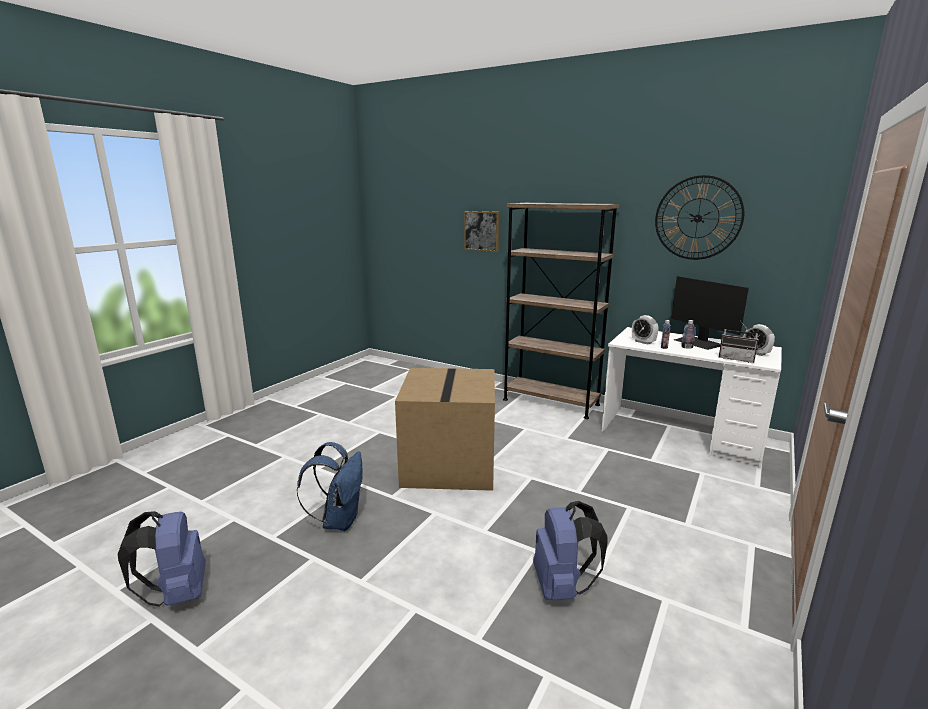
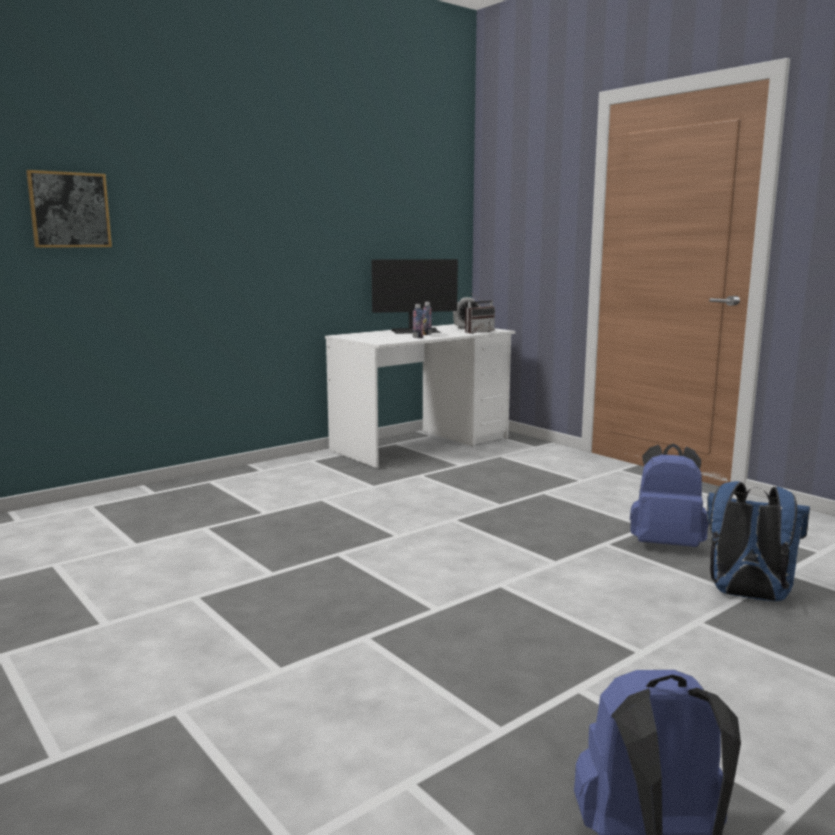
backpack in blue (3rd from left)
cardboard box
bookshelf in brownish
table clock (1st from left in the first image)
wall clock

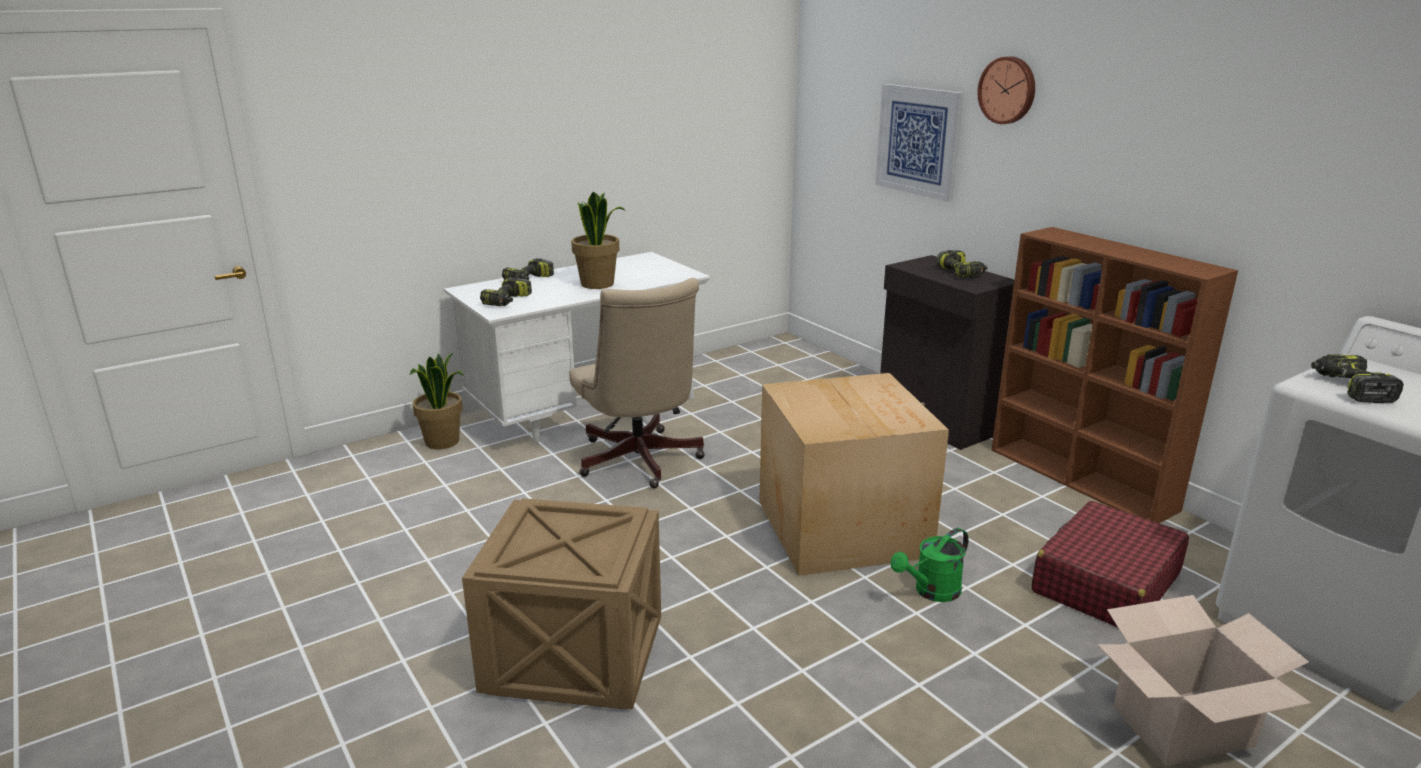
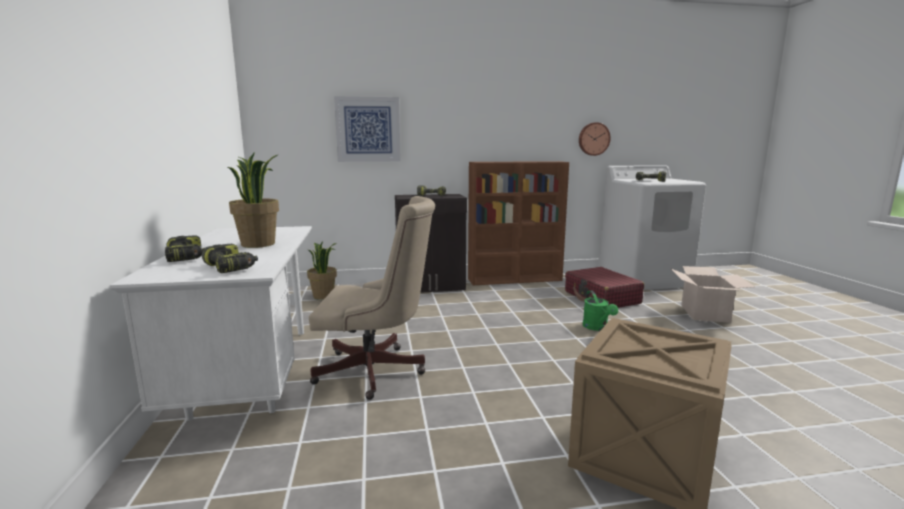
potted plant (2nd from left)
wall clock
cardboard box (1st from left in the first image)

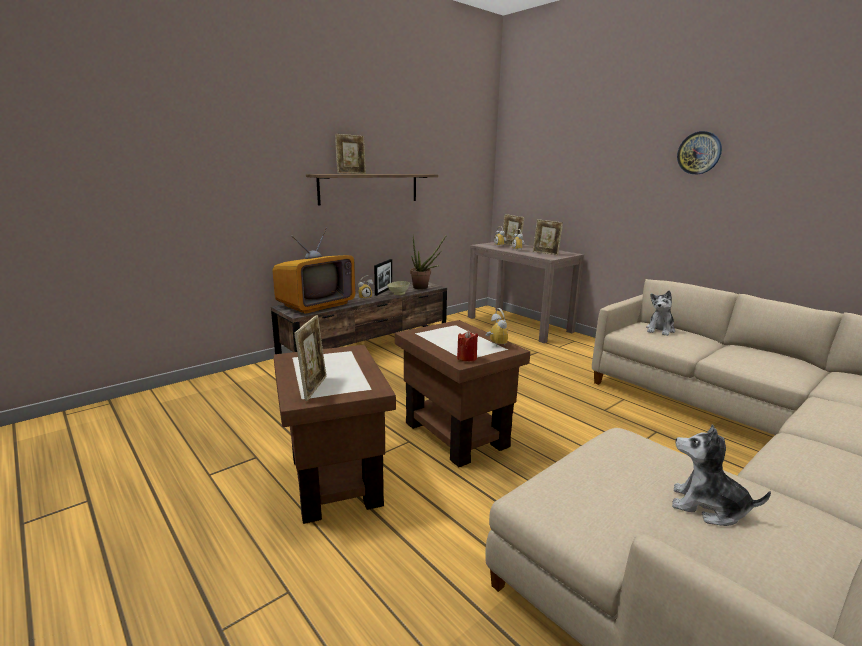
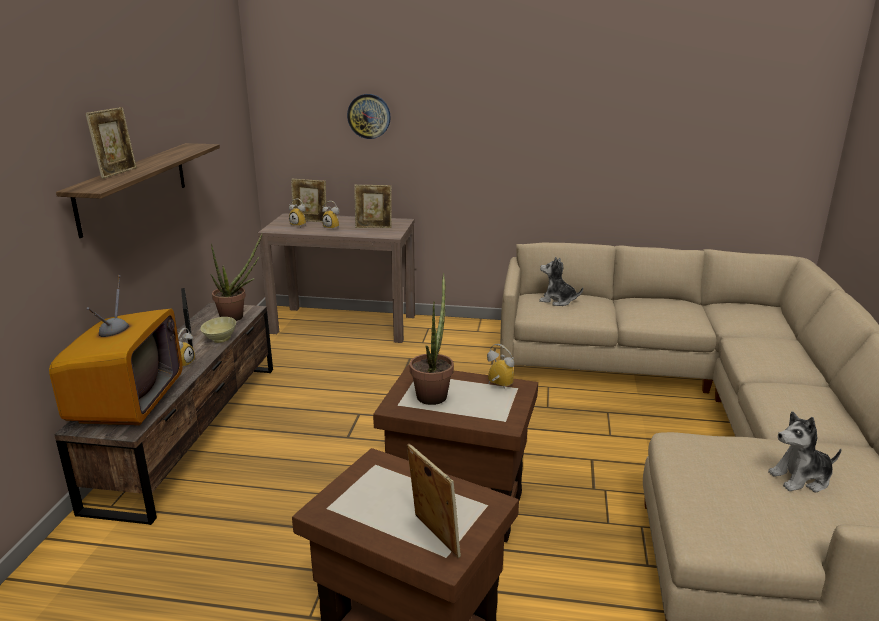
wall clock
potted plant (2nd from left)
cuddly toy (1st from left)
wax candle in red-coloured

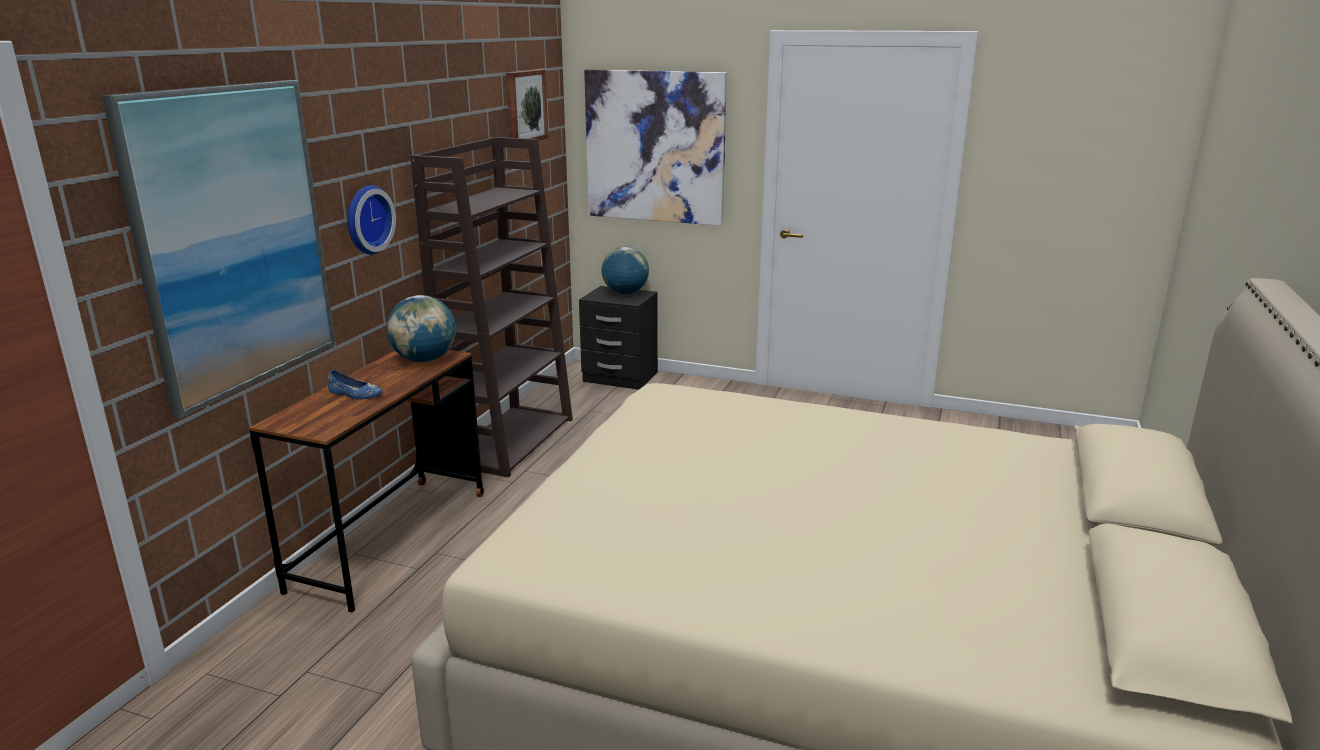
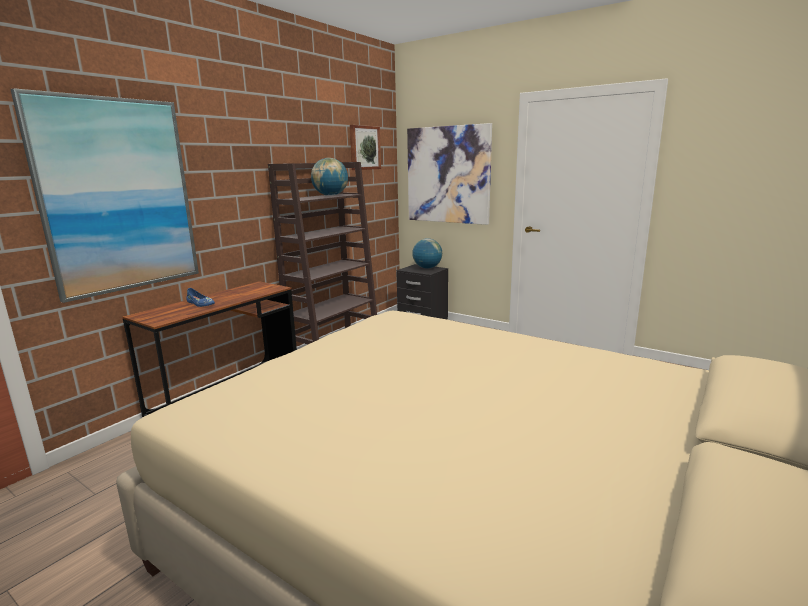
globe (1st from left)
wall clock

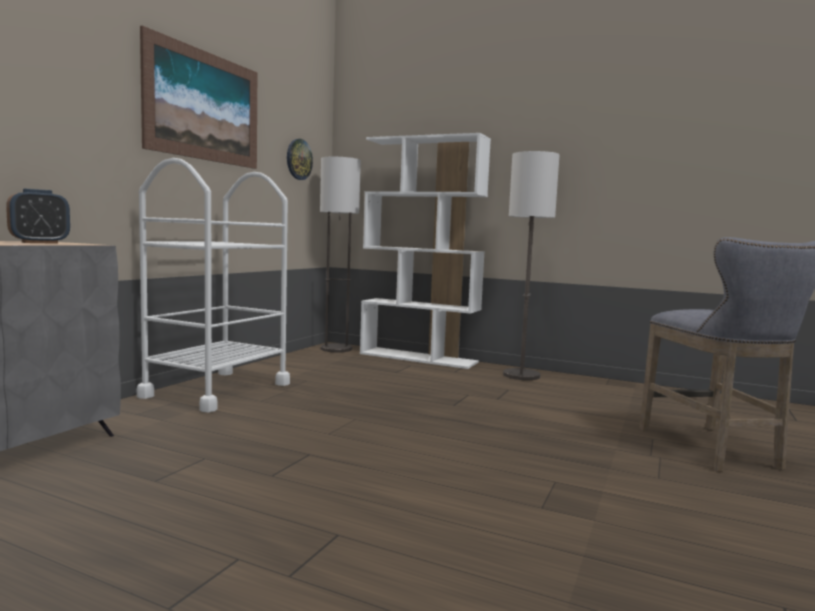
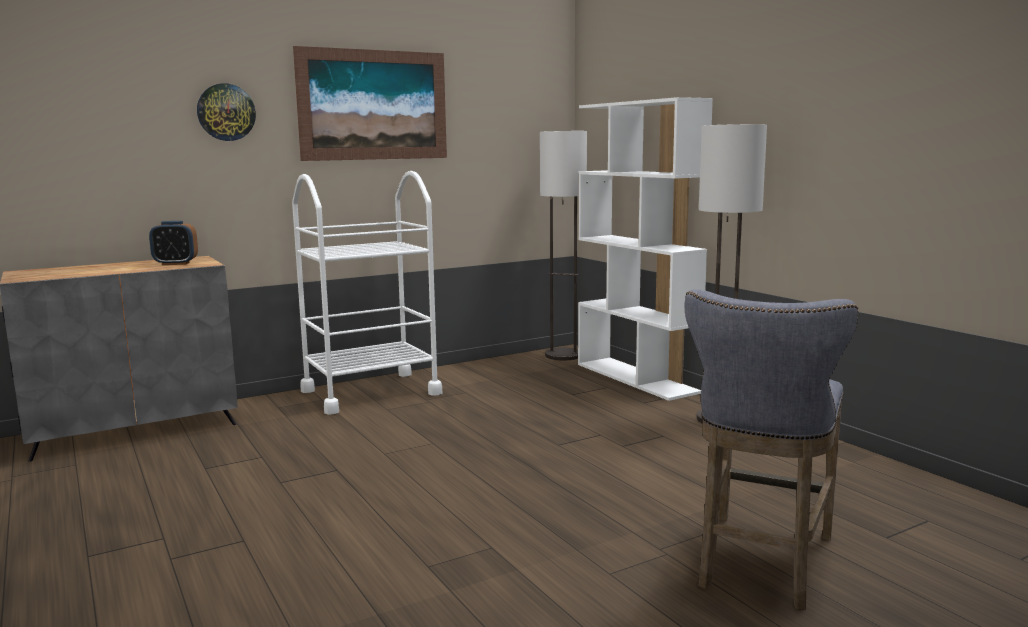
wall clock

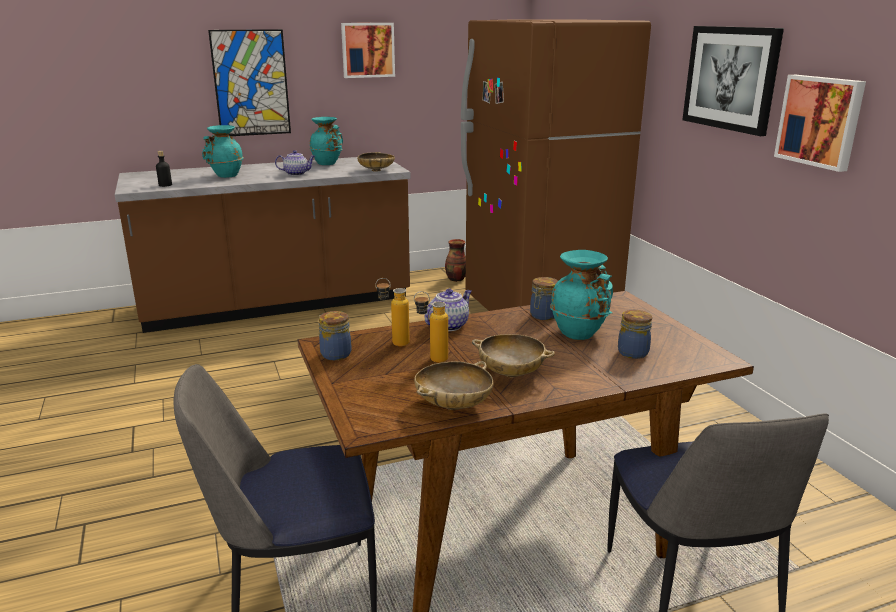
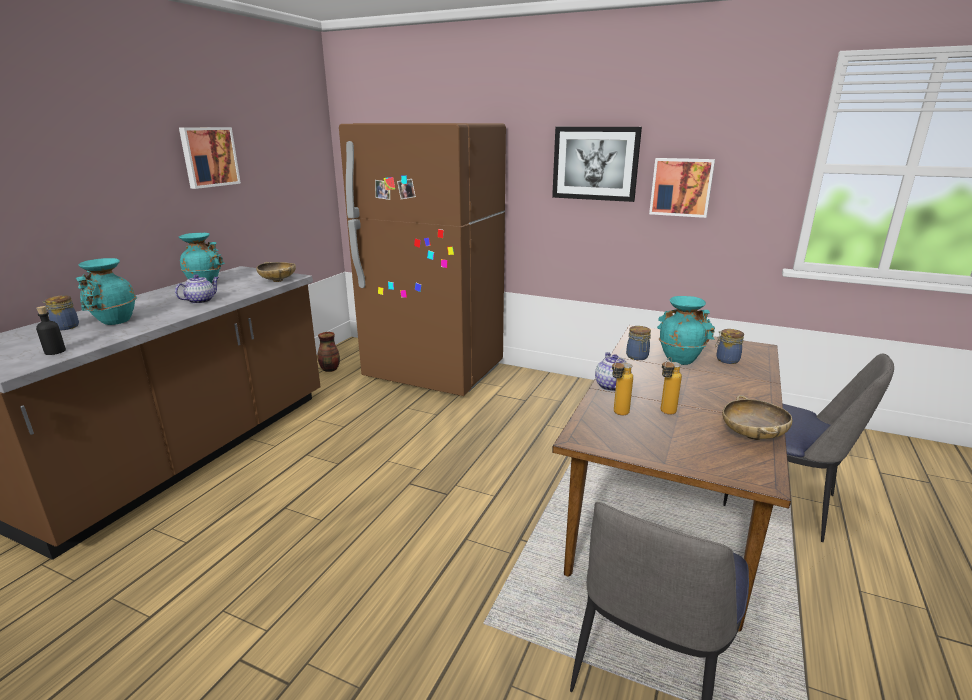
preserve jar (1st from left)
wall picture (1st from left in the first image)
serving bowl in sand-coloured (3rd from left in the first image)

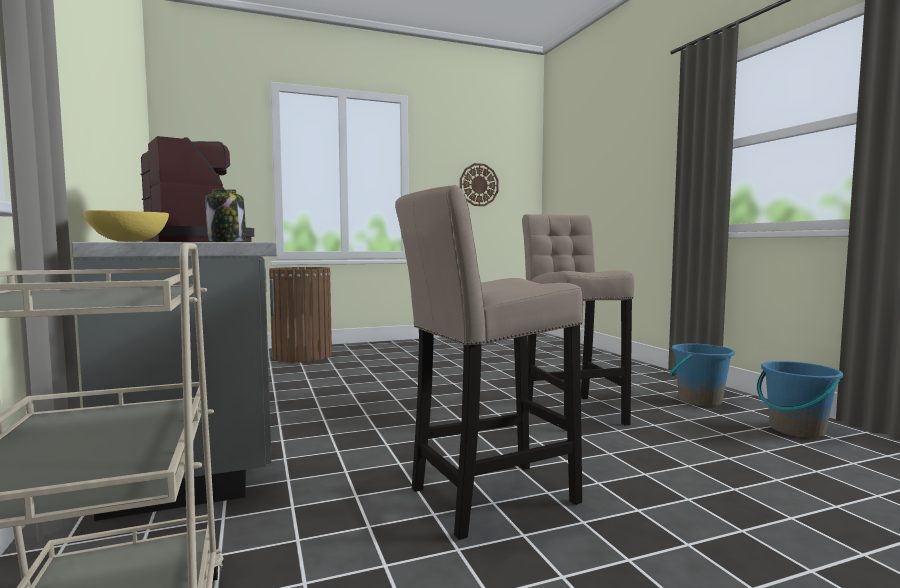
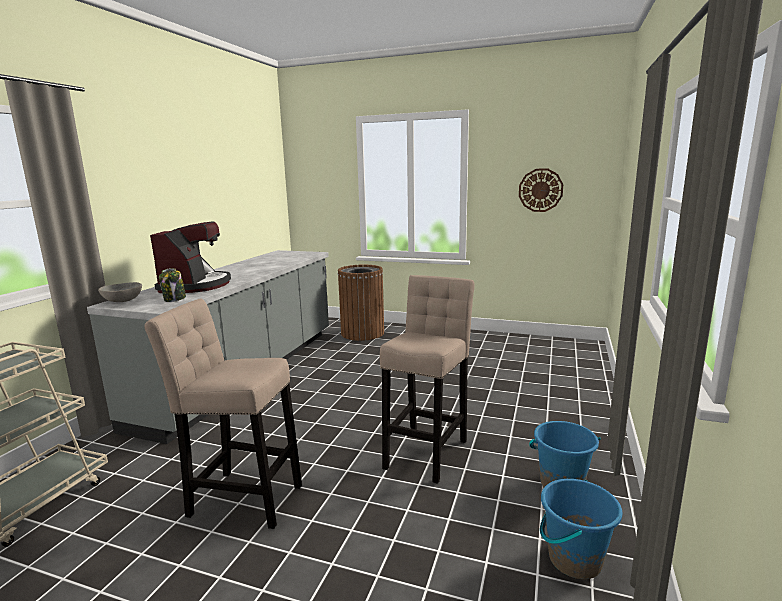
serving bowl in greyish

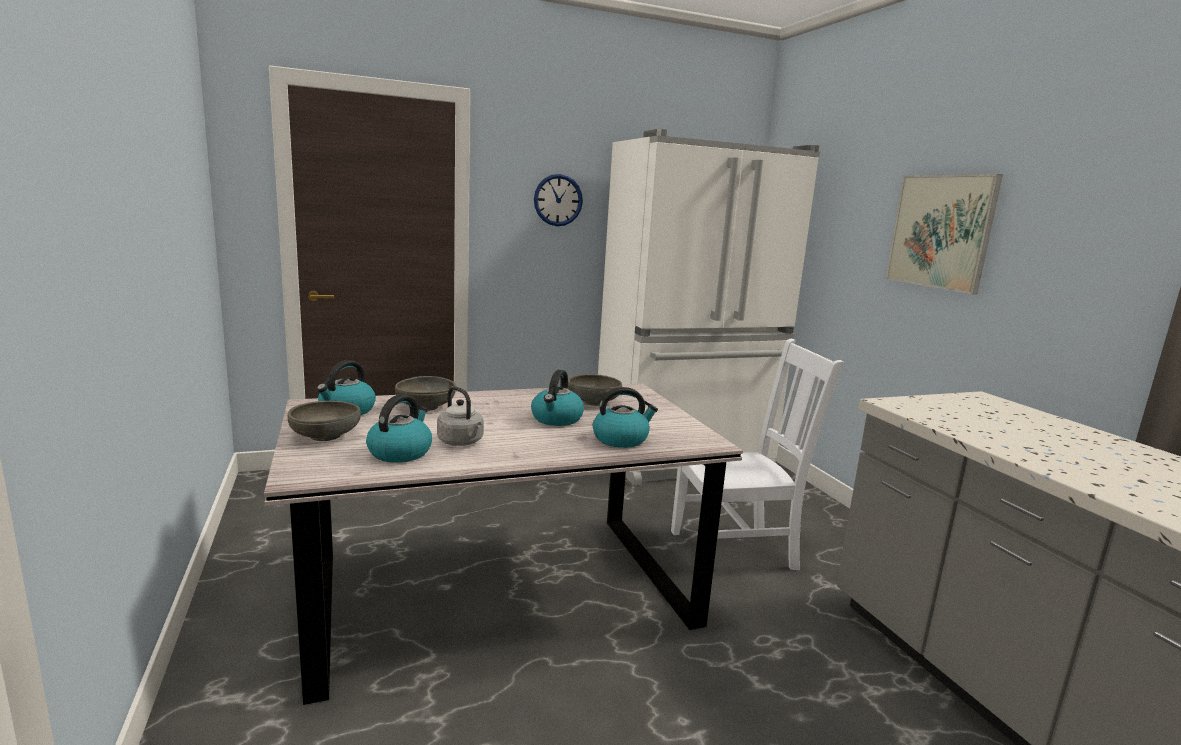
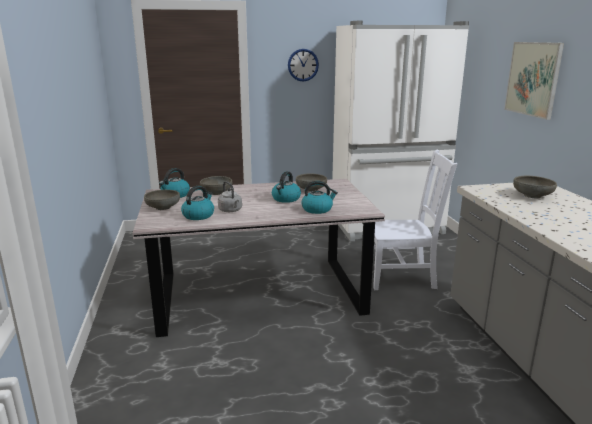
serving bowl in greyish (4th from left)

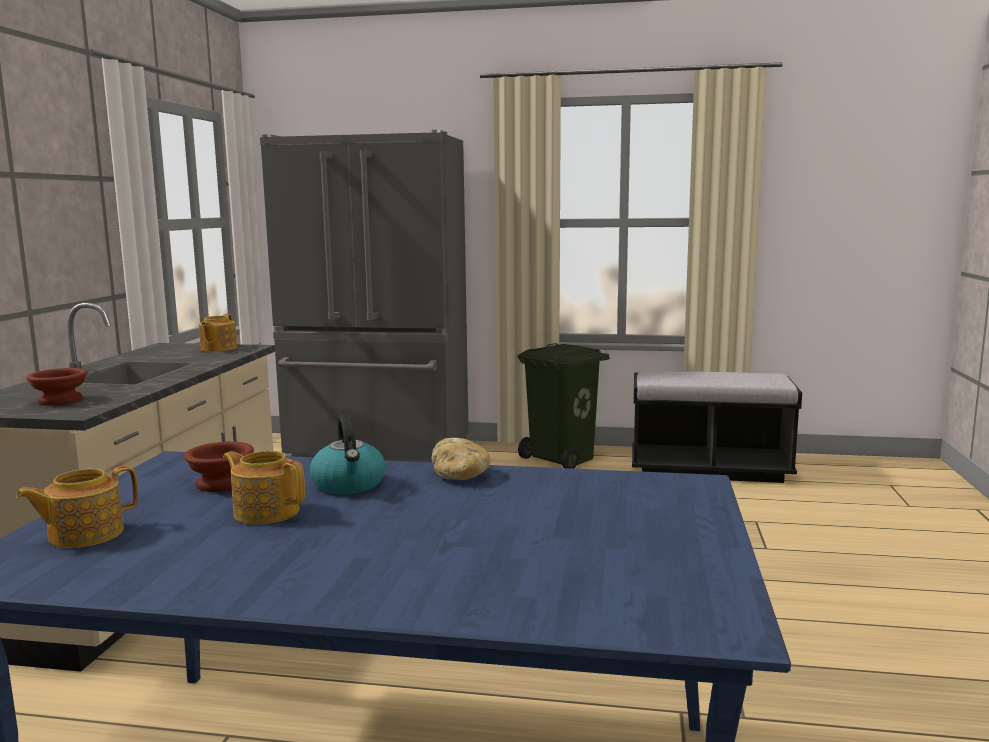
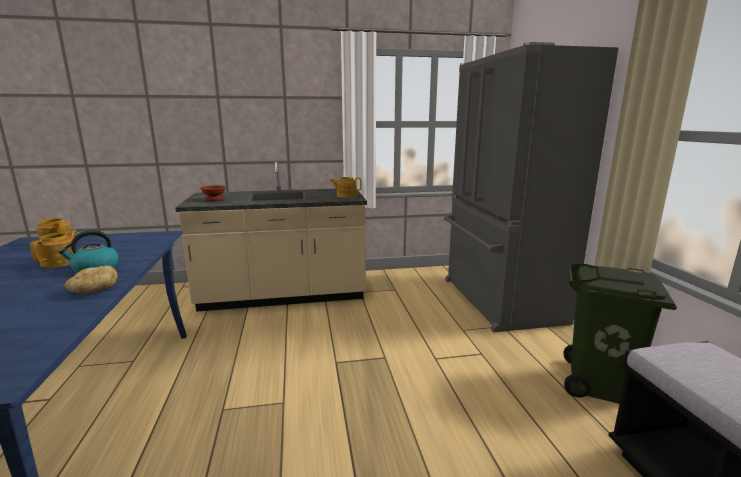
serving bowl in brownish (2nd from left in the first image)

